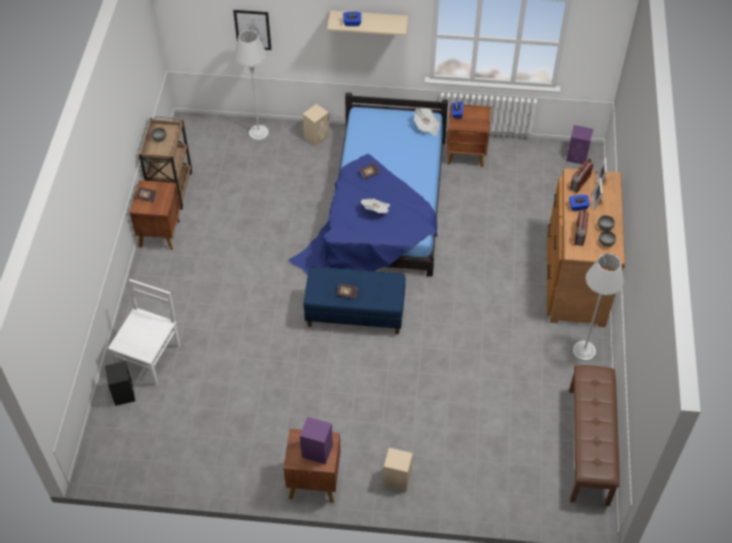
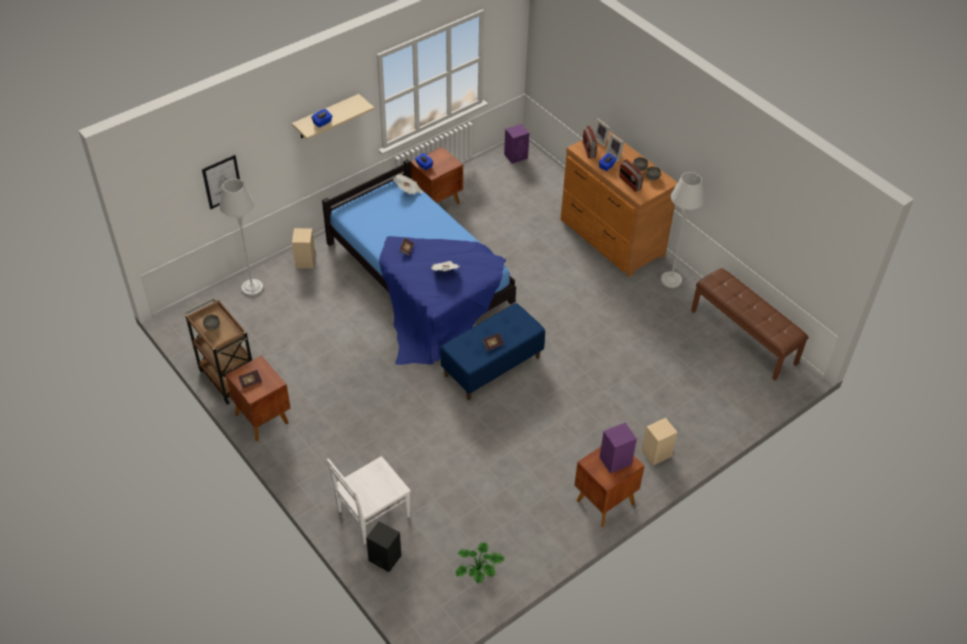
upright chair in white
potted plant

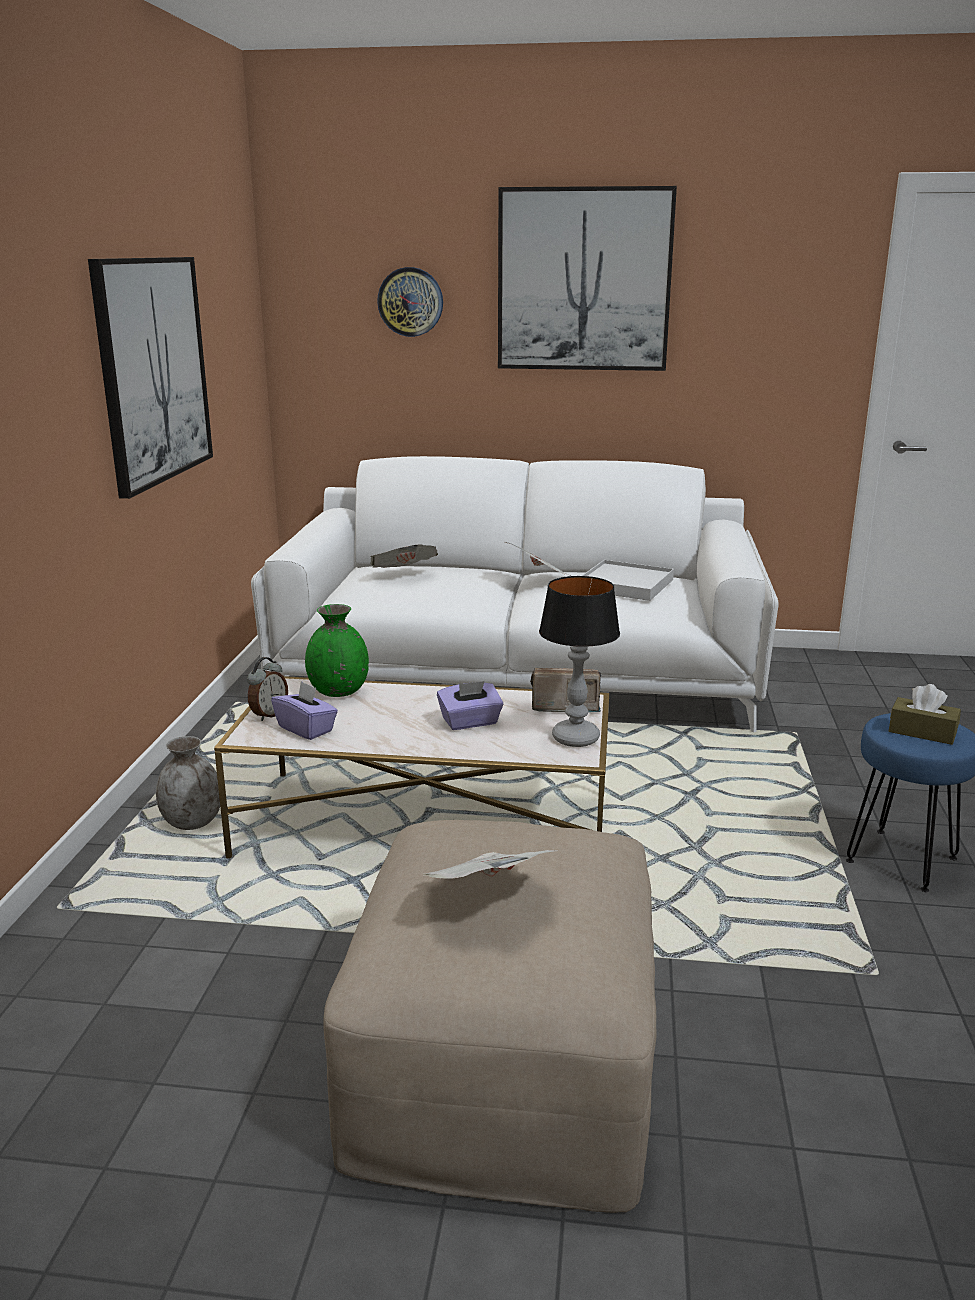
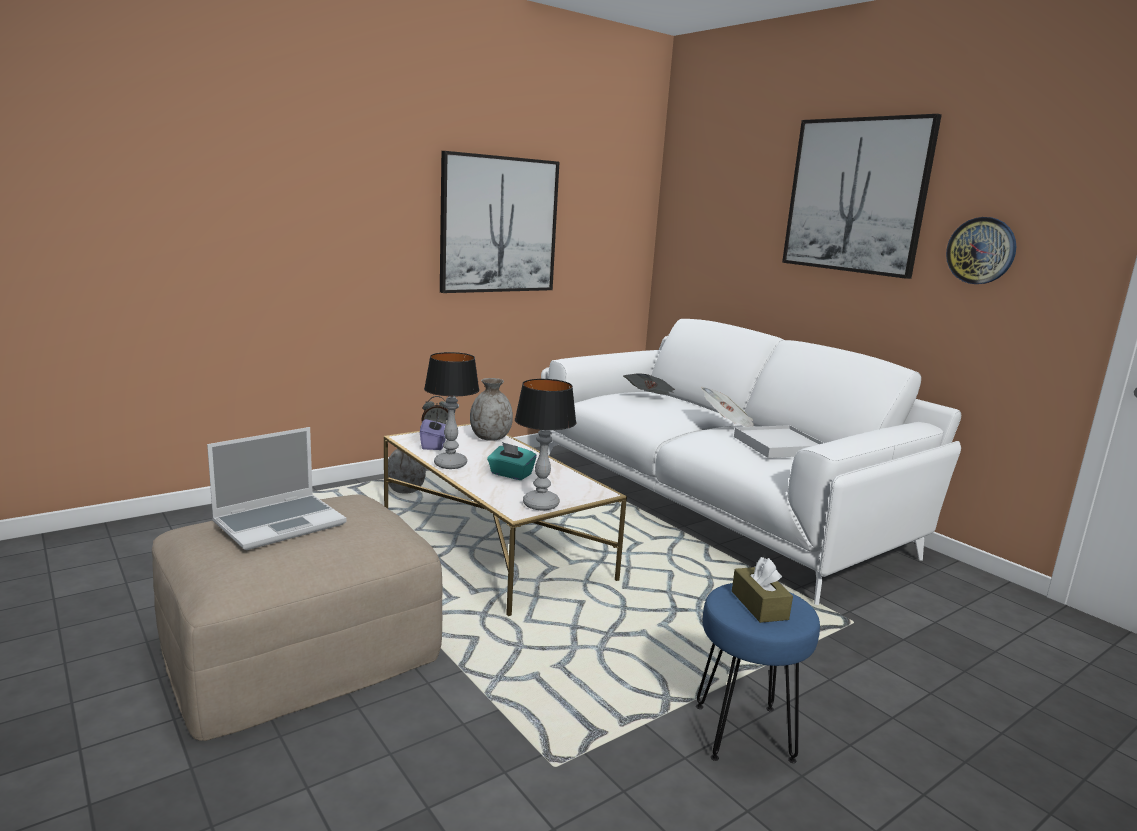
laptop
lamp for a table (1st from left)
decorative vase in greyish (2nd from left)
box of tissues in turquoise
wall clock
radio receiver

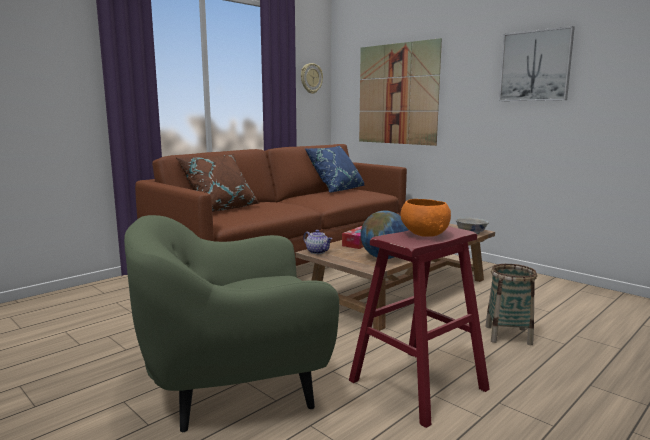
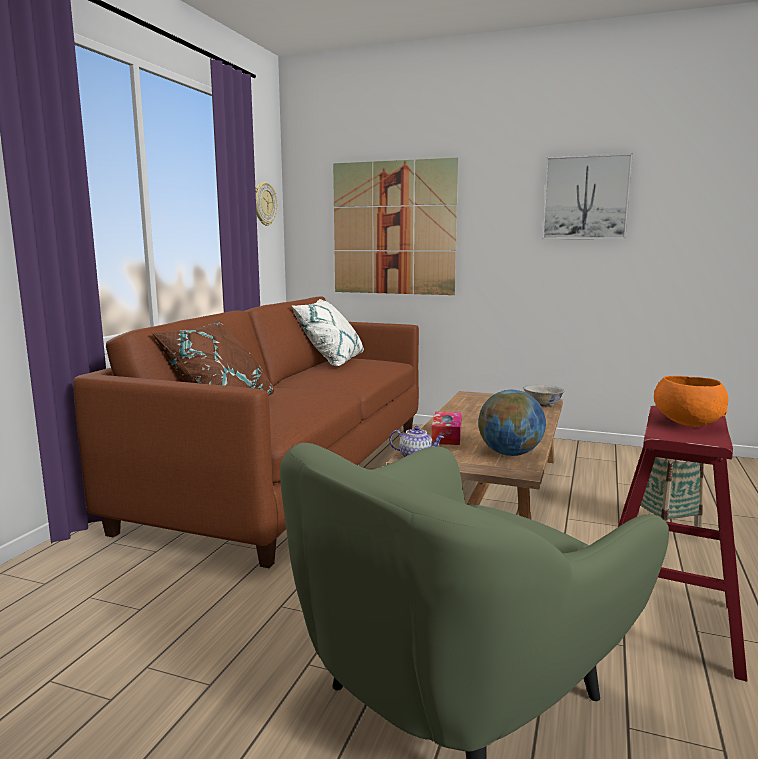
cushion in white

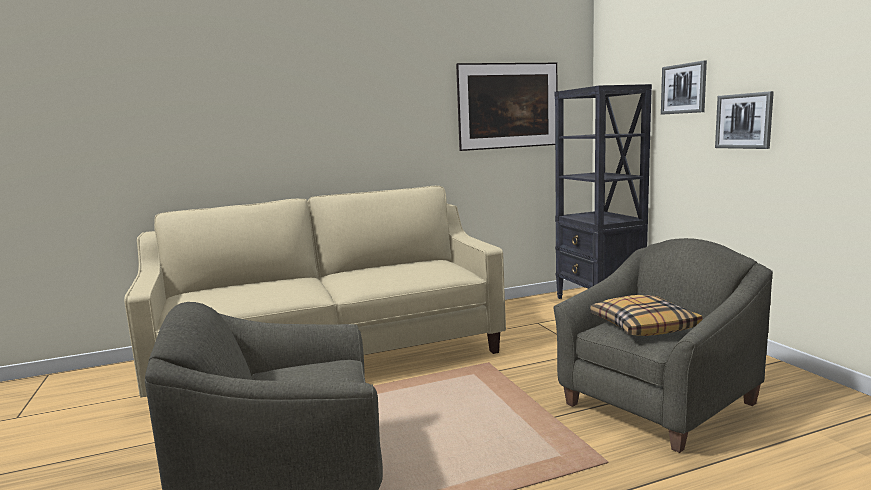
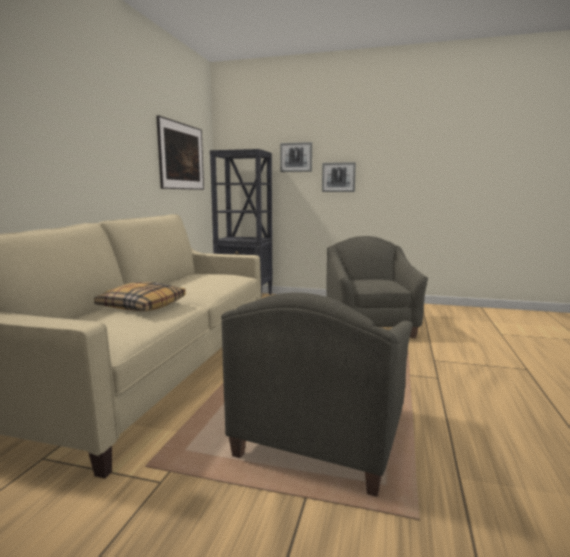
cushion

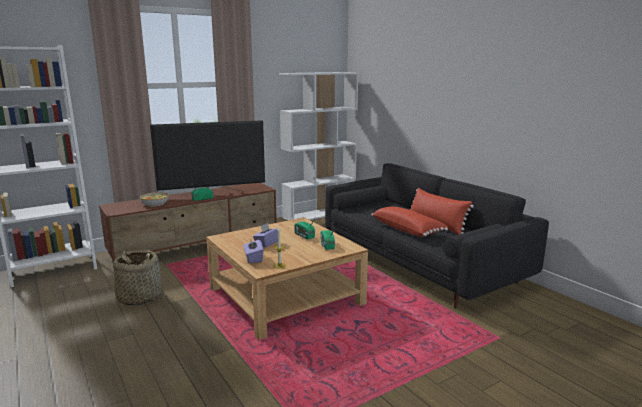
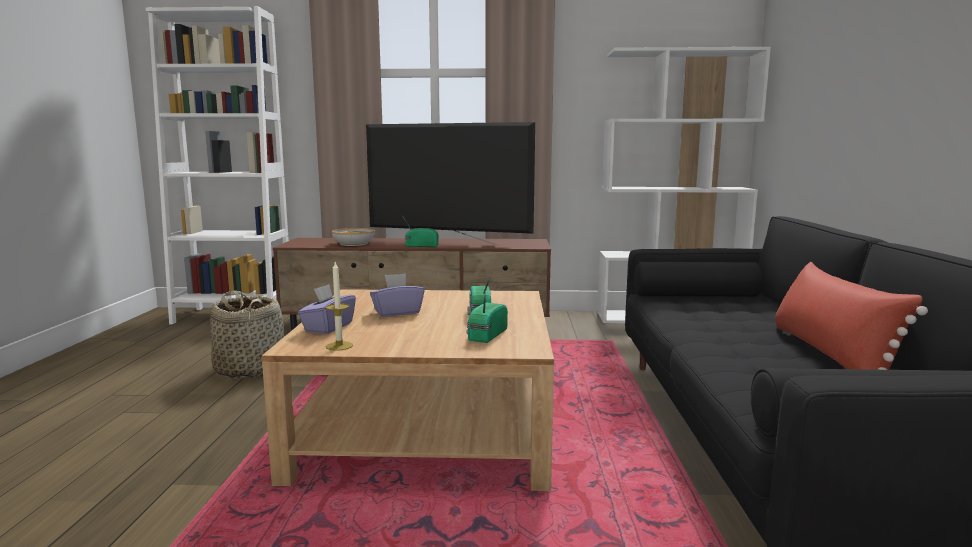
cushion in red-coloured (1st from left in the first image)

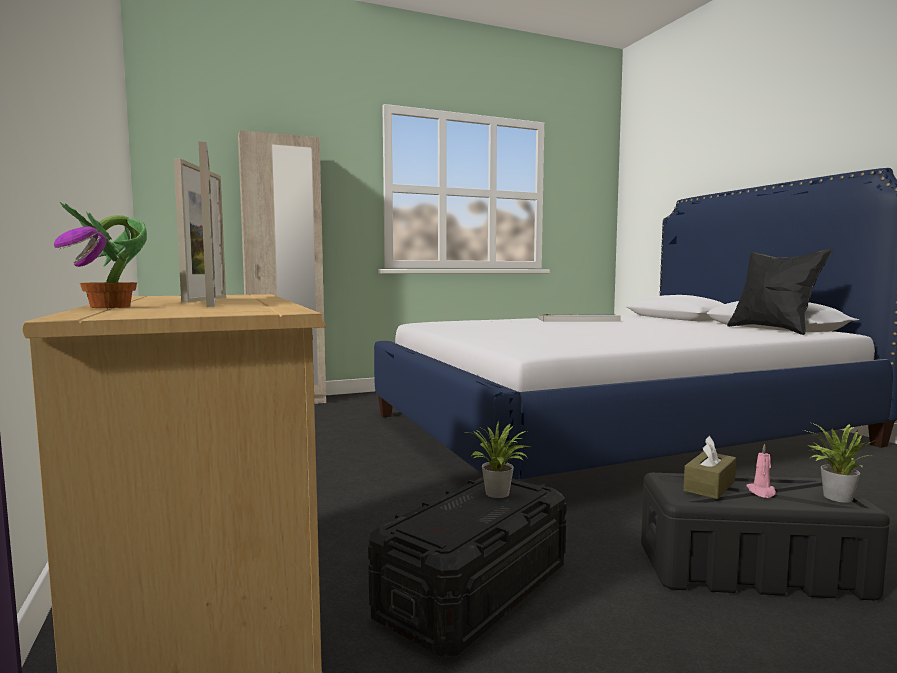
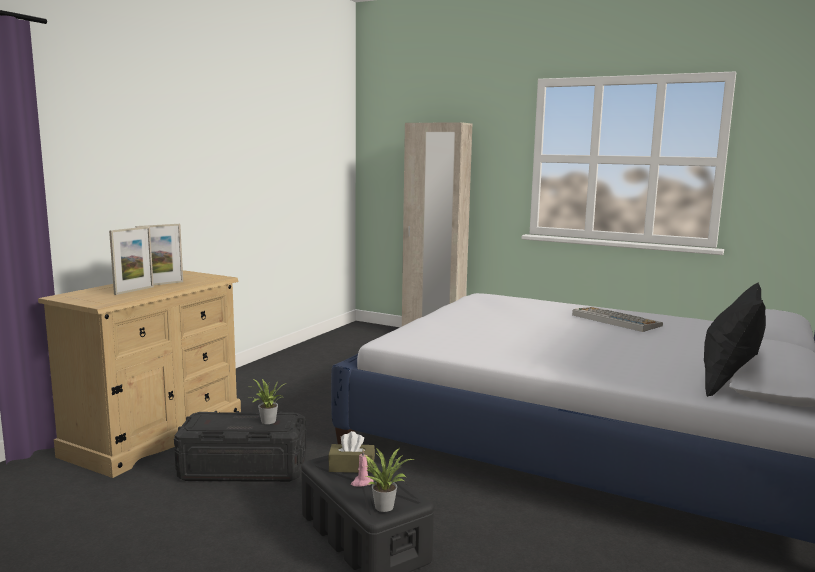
potted plant (1st from left in the first image)

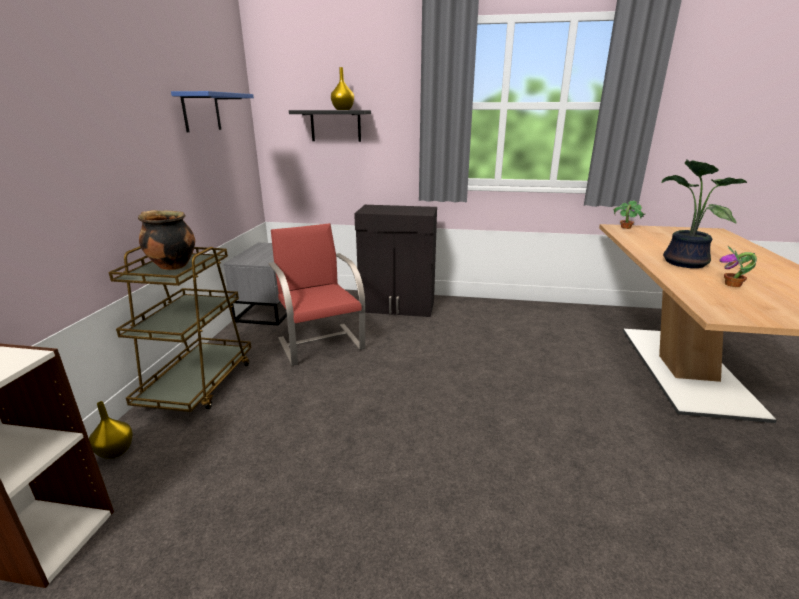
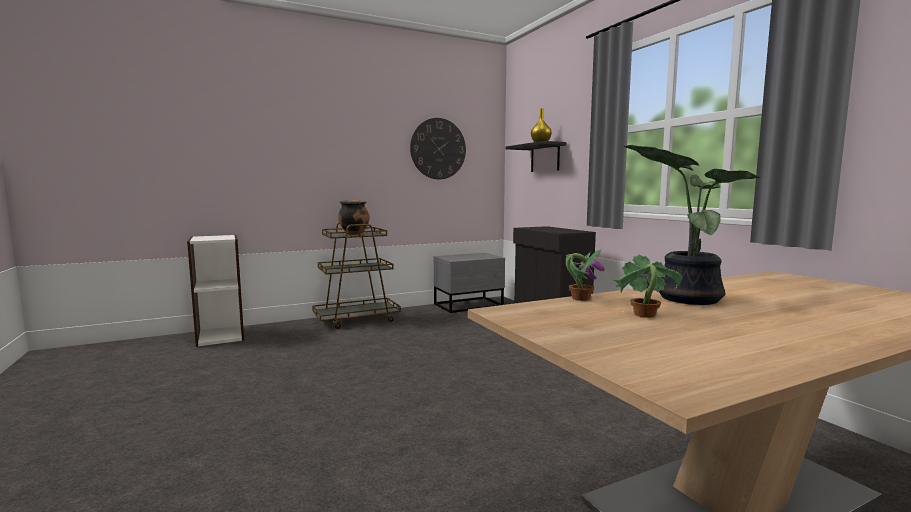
wall clock
potted plant (1st from left)
decorative vase in yellowish (1st from left in the first image)
upright chair in red-coloured

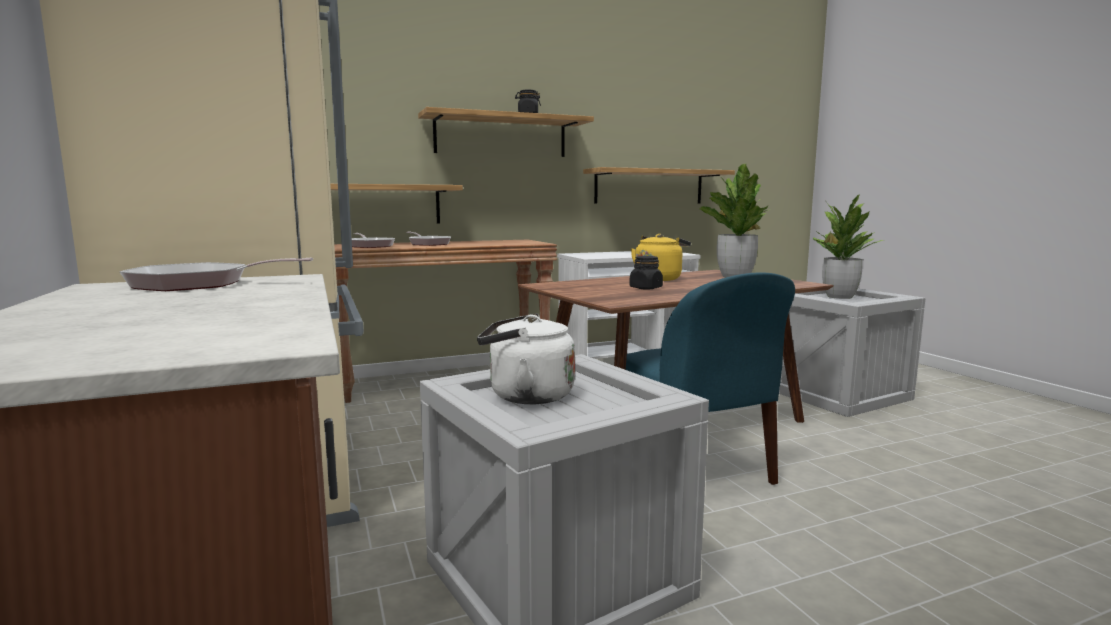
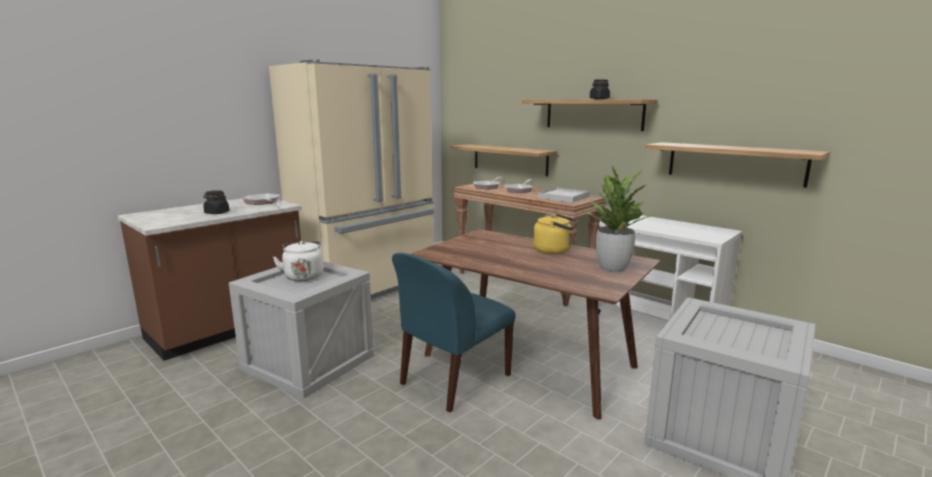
preserve jar in black (1st from left)
tray in white
potted plant (2nd from left in the first image)

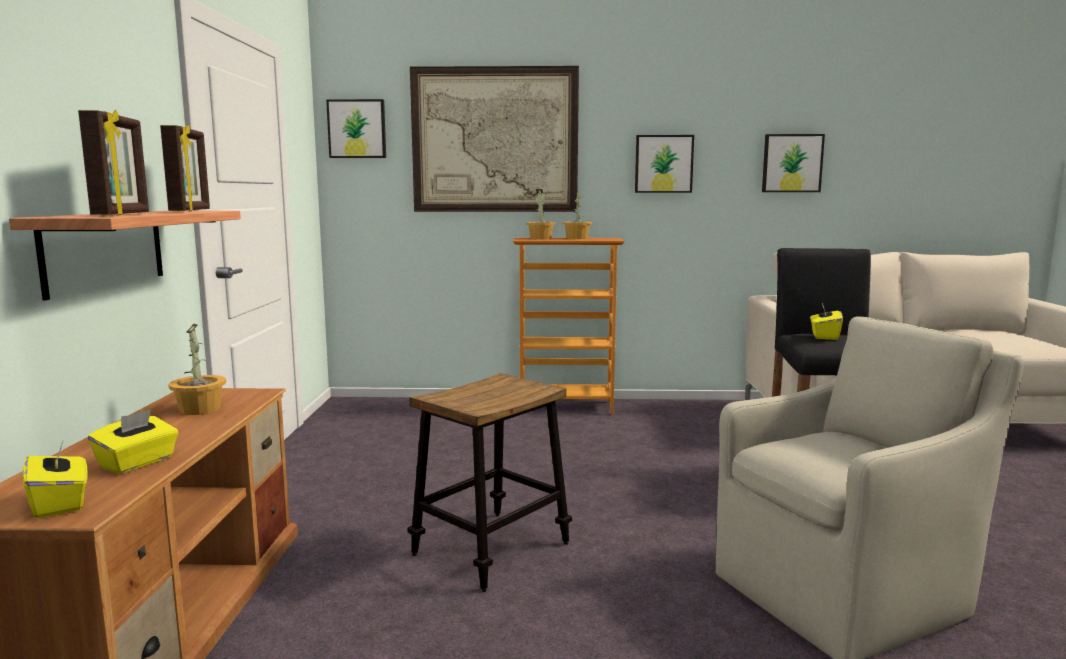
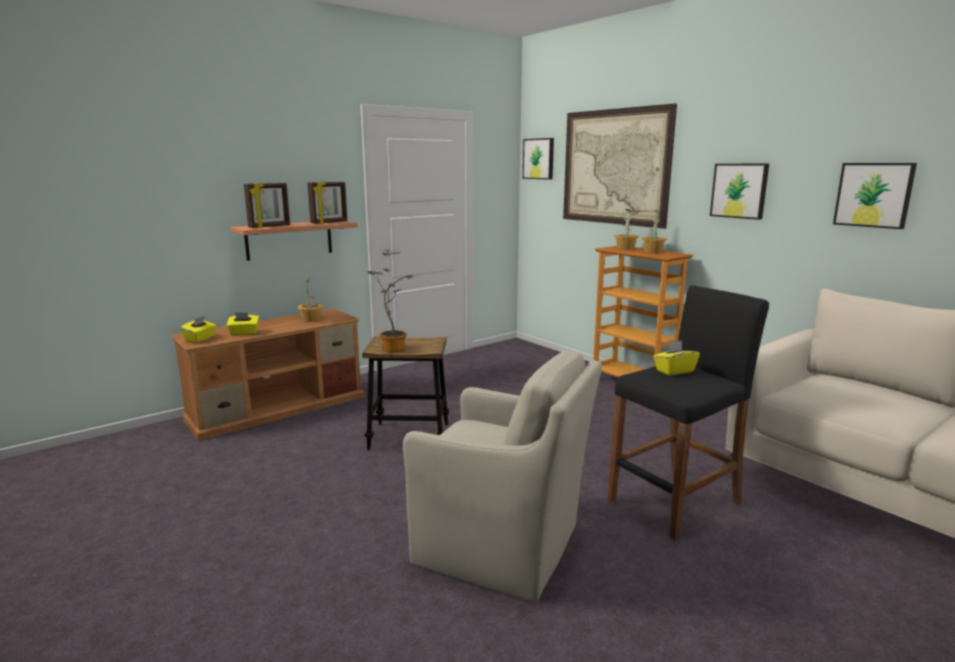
potted plant (2nd from left)

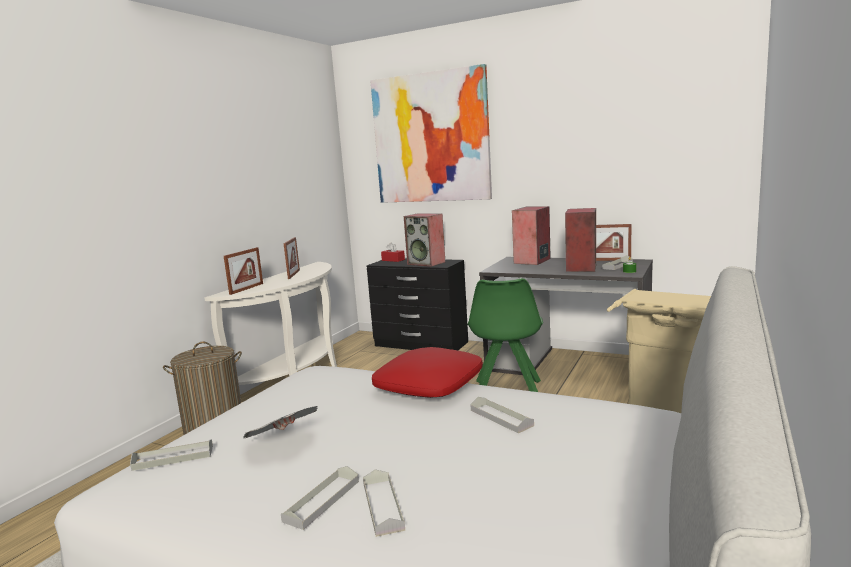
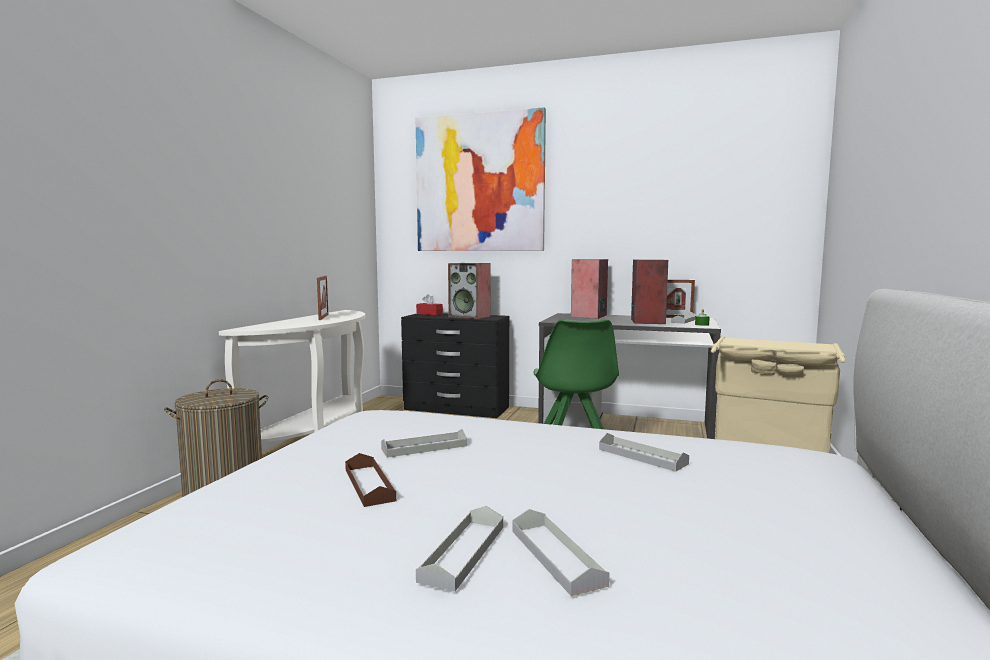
tray in brownish
tray in greyish (1st from left)
standing frame (1st from left in the first image)
cushion in red-coloured

